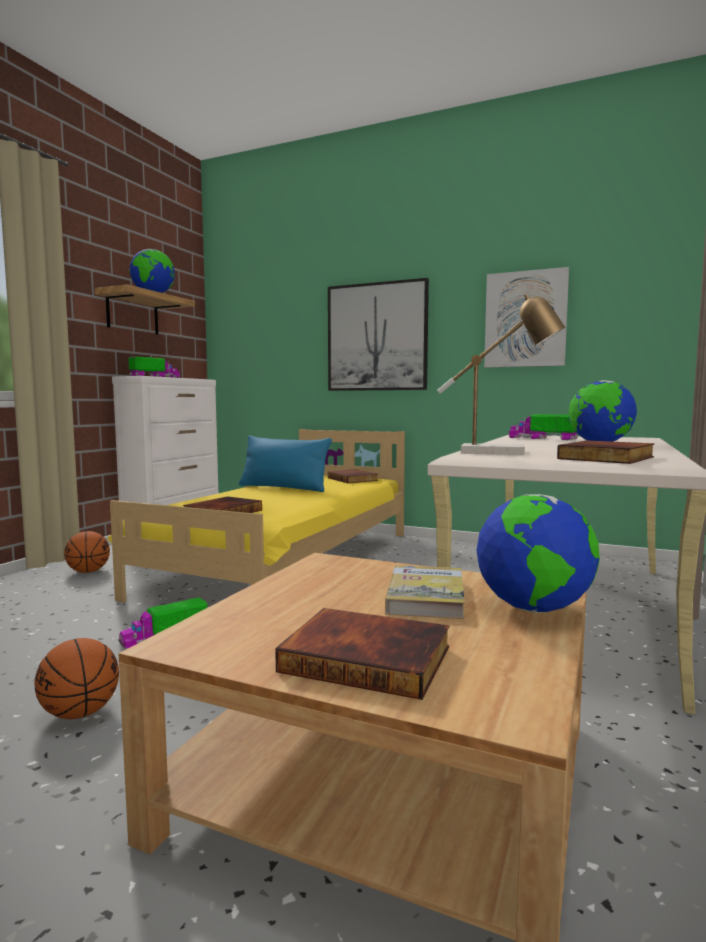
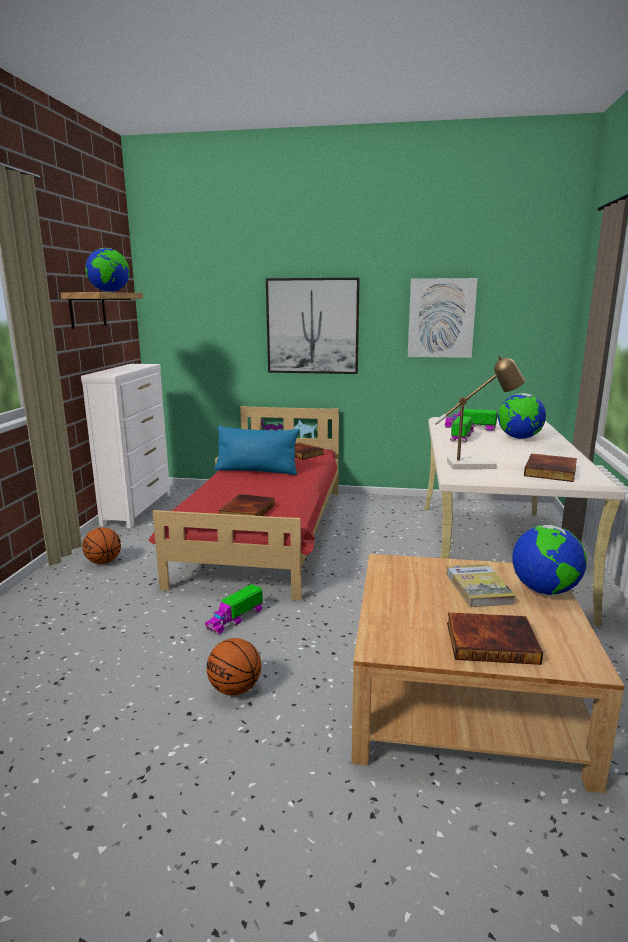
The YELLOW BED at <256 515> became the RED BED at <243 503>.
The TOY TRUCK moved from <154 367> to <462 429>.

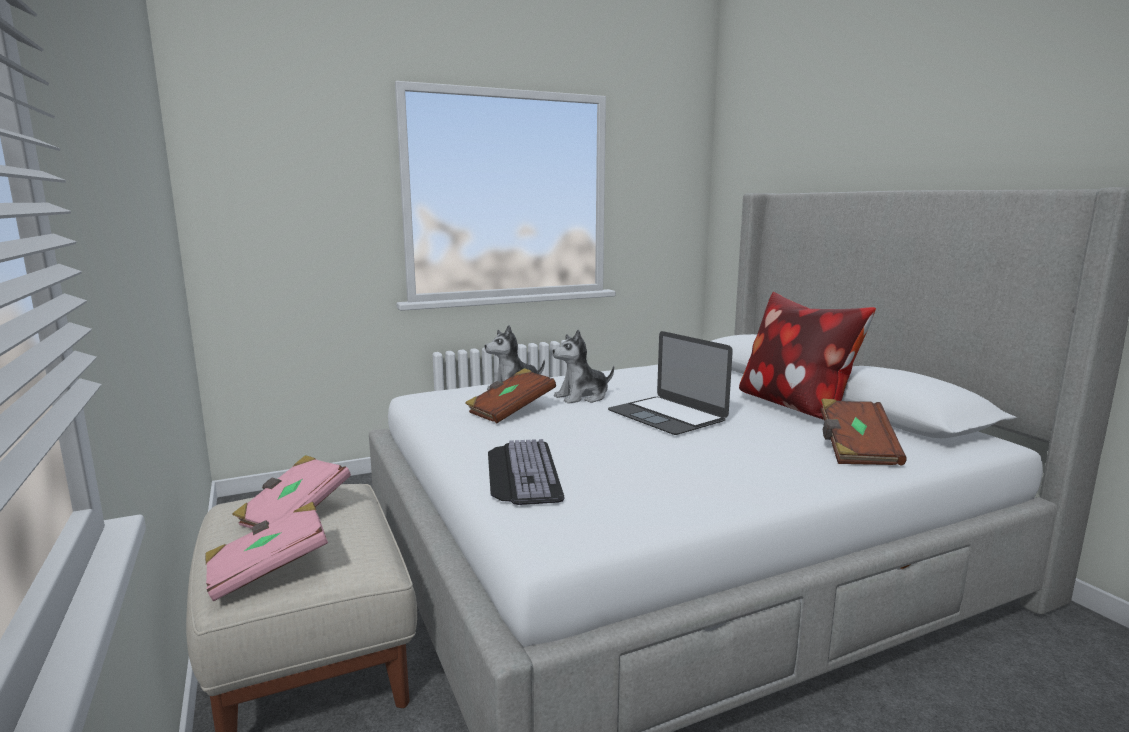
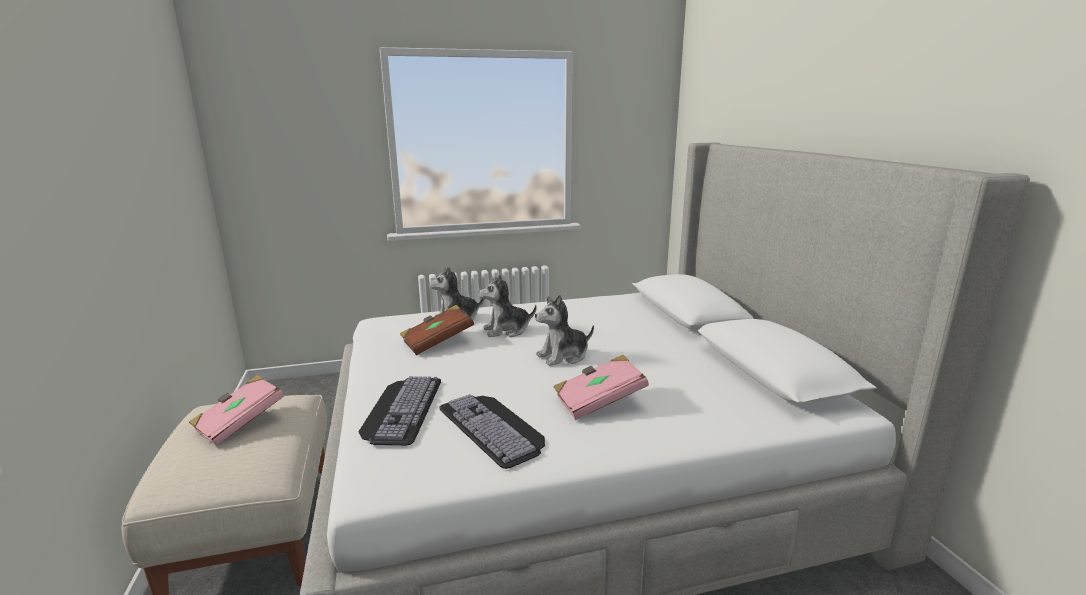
The PINK BOOK moved from <266 551> to <601 387>.
The LAPTOP at <670 383> was replaced by the PLUSH TOY at <564 330>.
The PILLOW at <807 356> disappeared.
The BROWN BOOK at <864 432> disappeared.
The KEYBOARD at <492 431> appeared.

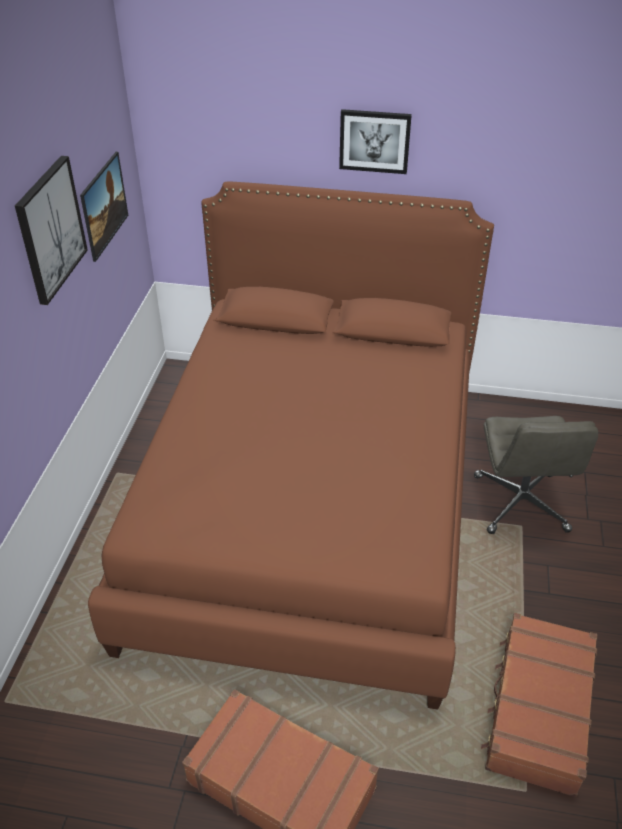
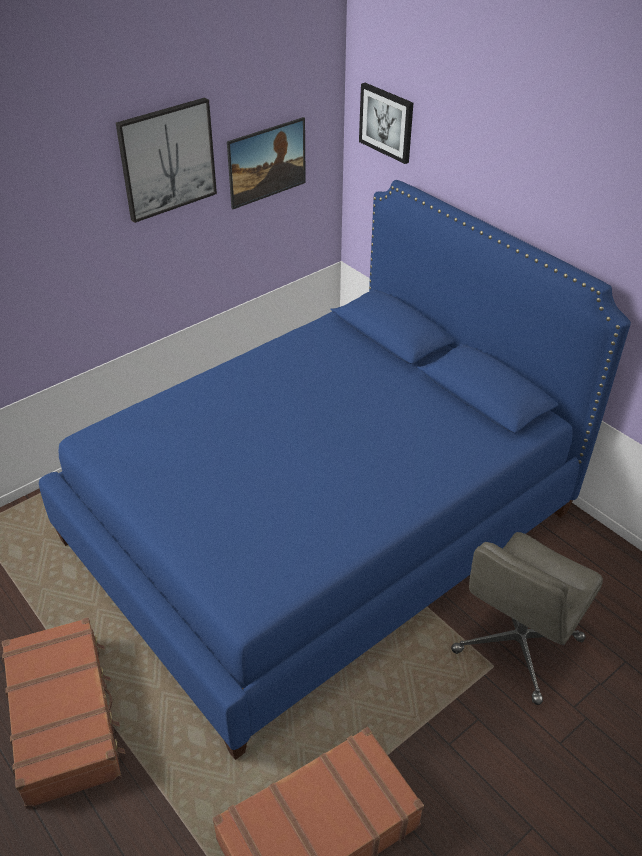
The BROWN BED at <291 446> became the BLUE BED at <335 470>.
The PICTURE moved from <375 141> to <386 123>.

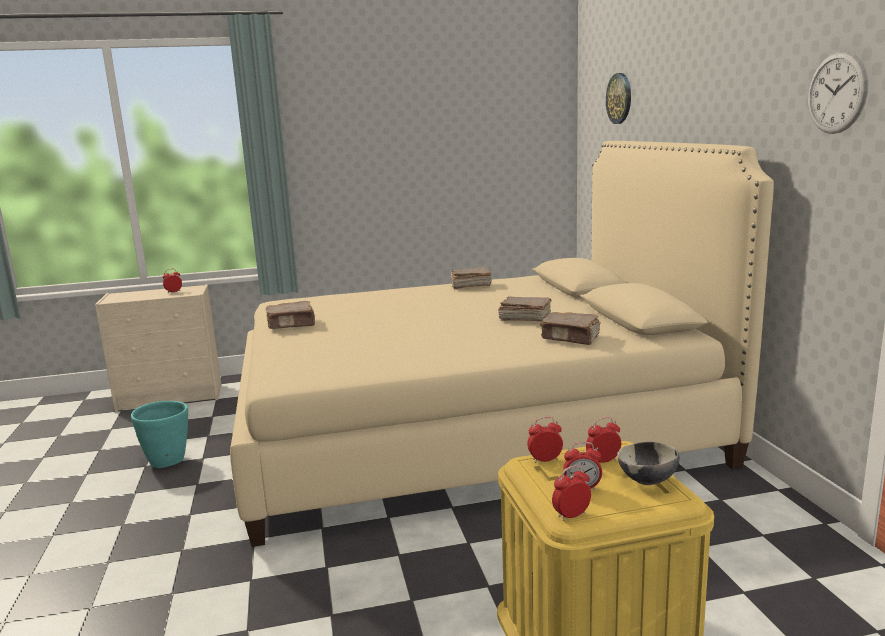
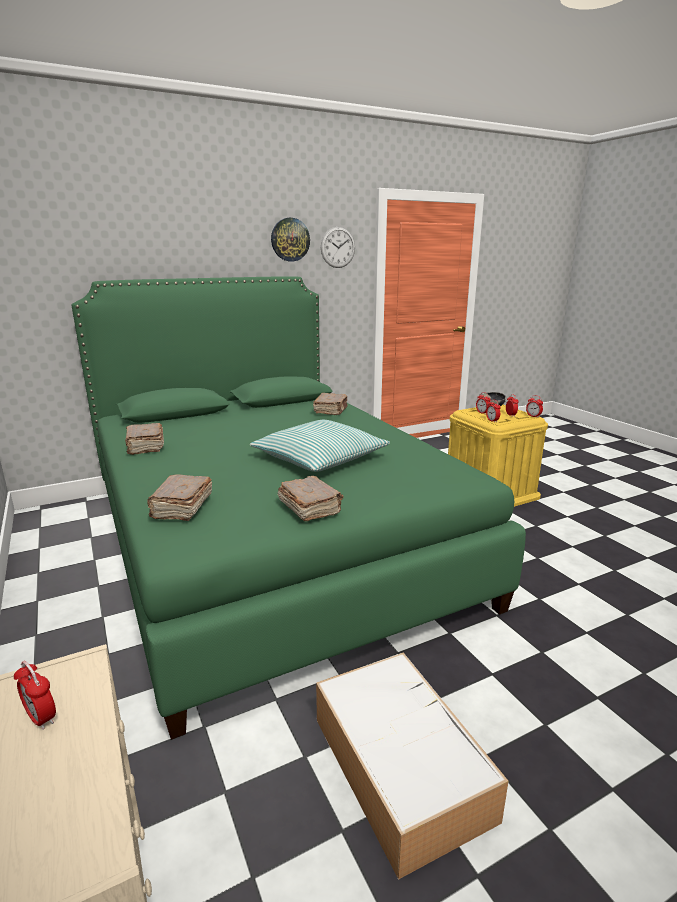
The TURQUOISE PLANTER at <159 434> was replaced by the STORAGE BOX at <412 766>.
The BEIGE BED at <502 344> became the GREEN BED at <299 508>.
The BROWN BOOK moved from <525 309> to <179 497>.
The WALL CLOCK moved from <618 98> to <290 239>.
The PILLOW at <320 446> appeared.

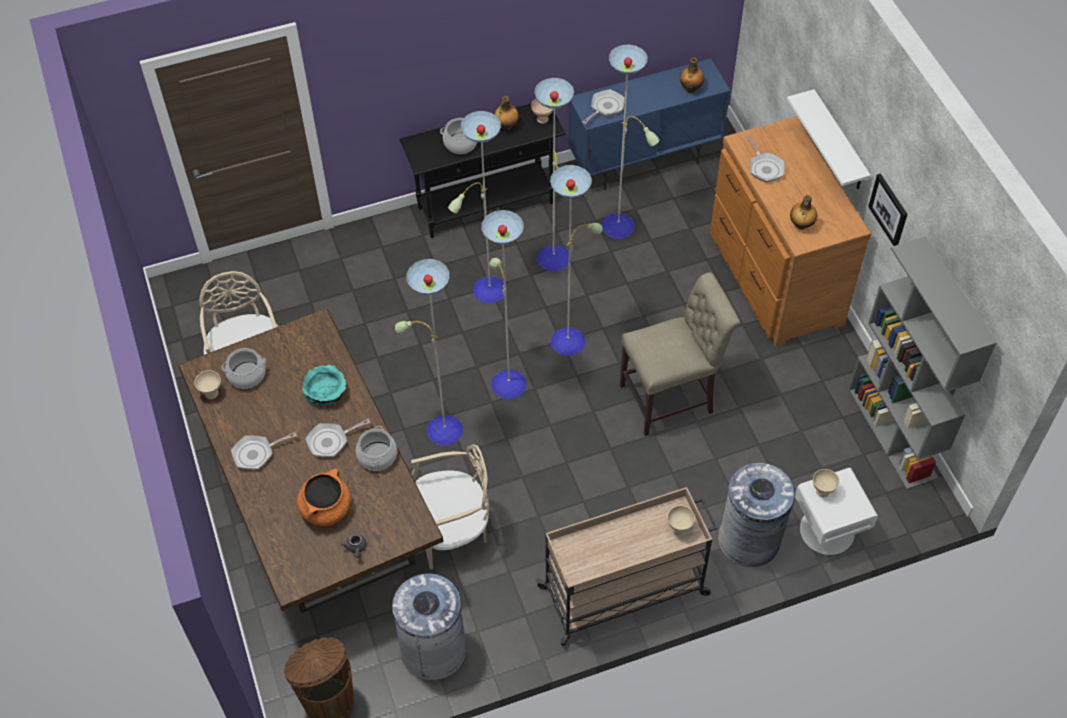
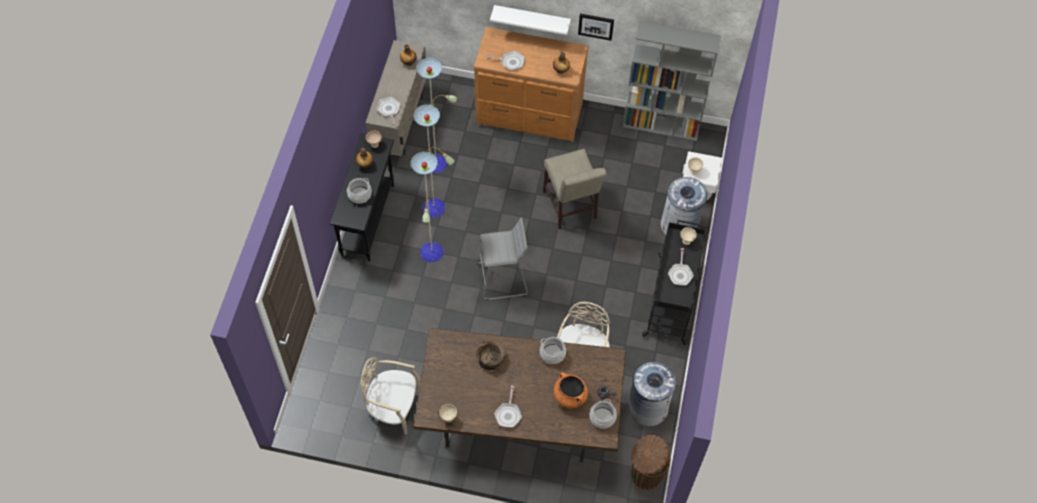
The COOKING POT moved from <243 368> to <603 414>.
The TURQUOISE BOWL at <324 385> became the BROWN BOWL at <491 355>.
The FRYING PAN moved from <337 438> to <681 266>.
The FLOOR LAMP at <499 305> was replaced by the GREY STOOL at <503 259>.
The BEIGE CART at <626 566> became the BLACK CART at <674 282>.
The BLUE CABINET at <649 124> became the BEIGE CABINET at <396 98>.
The BEIGE CHAIR at <680 354> turned 150 degrees clockwise.

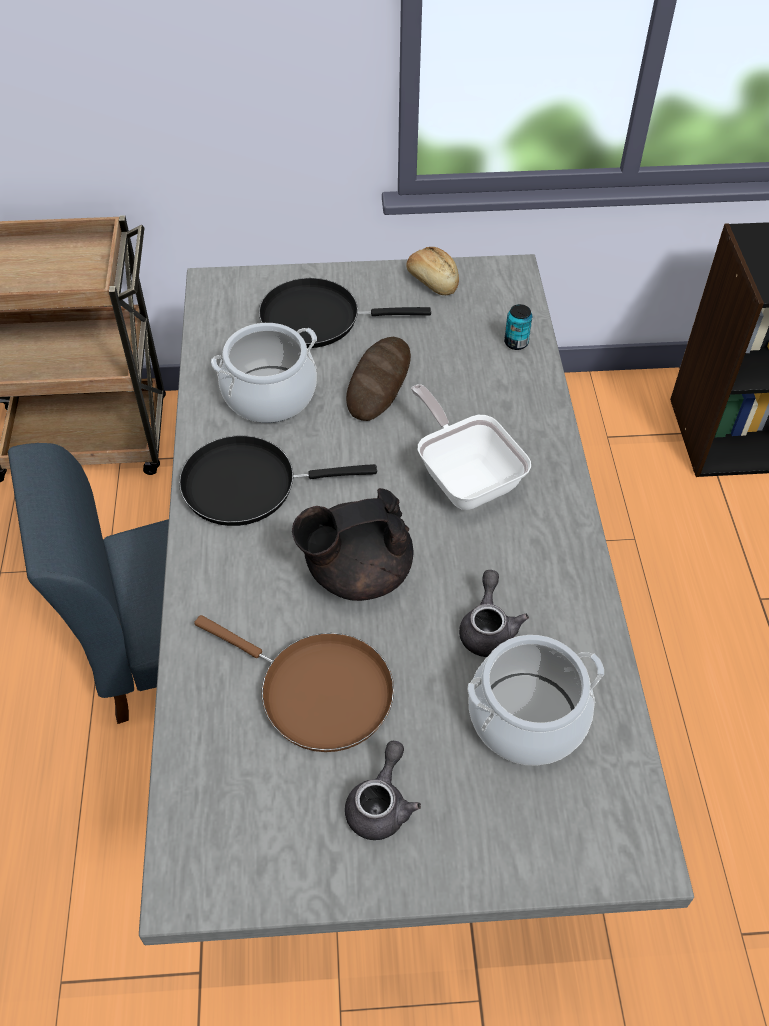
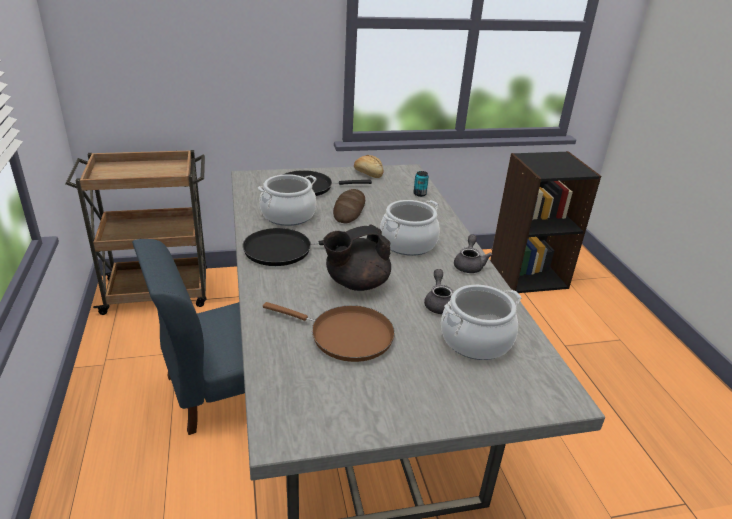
The GREY TEAPOT moved from <383 790> to <473 253>.
The FRYING PAN at <471 447> was replaced by the COOKING POT at <410 228>.

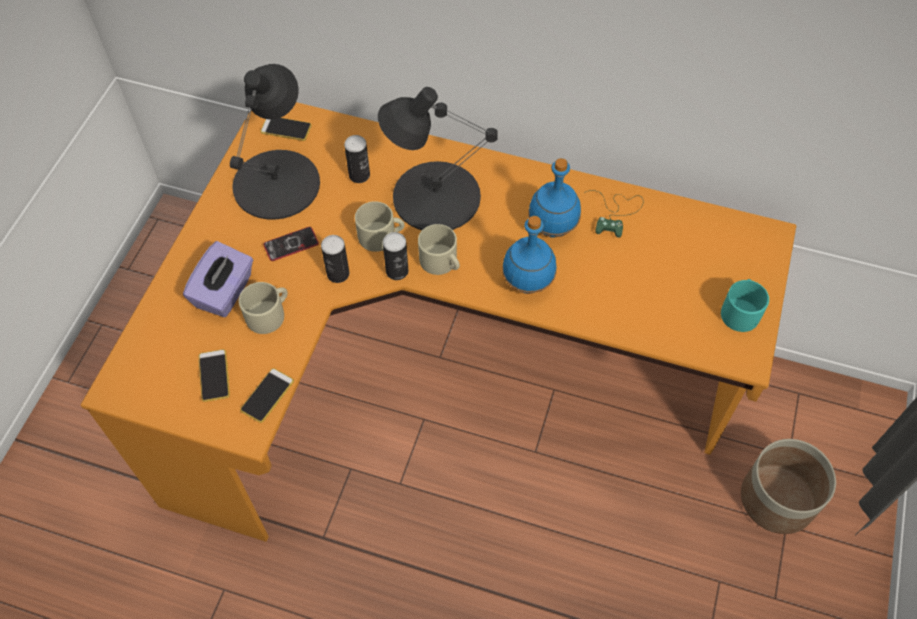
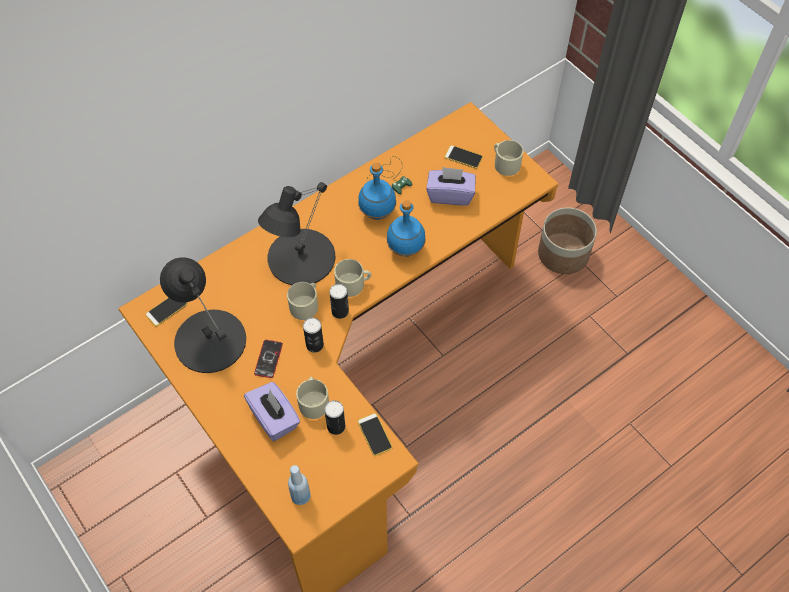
The PHONE moved from <214 375> to <463 157>.
The CAN moved from <357 159> to <334 417>.
The TURQUOISE MUG at <745 305> became the BEIGE MUG at <508 158>.
The BLUE BOTTLE at <299 485> appeared.
The PURPLE TISSUE BOX at <451 186> appeared.

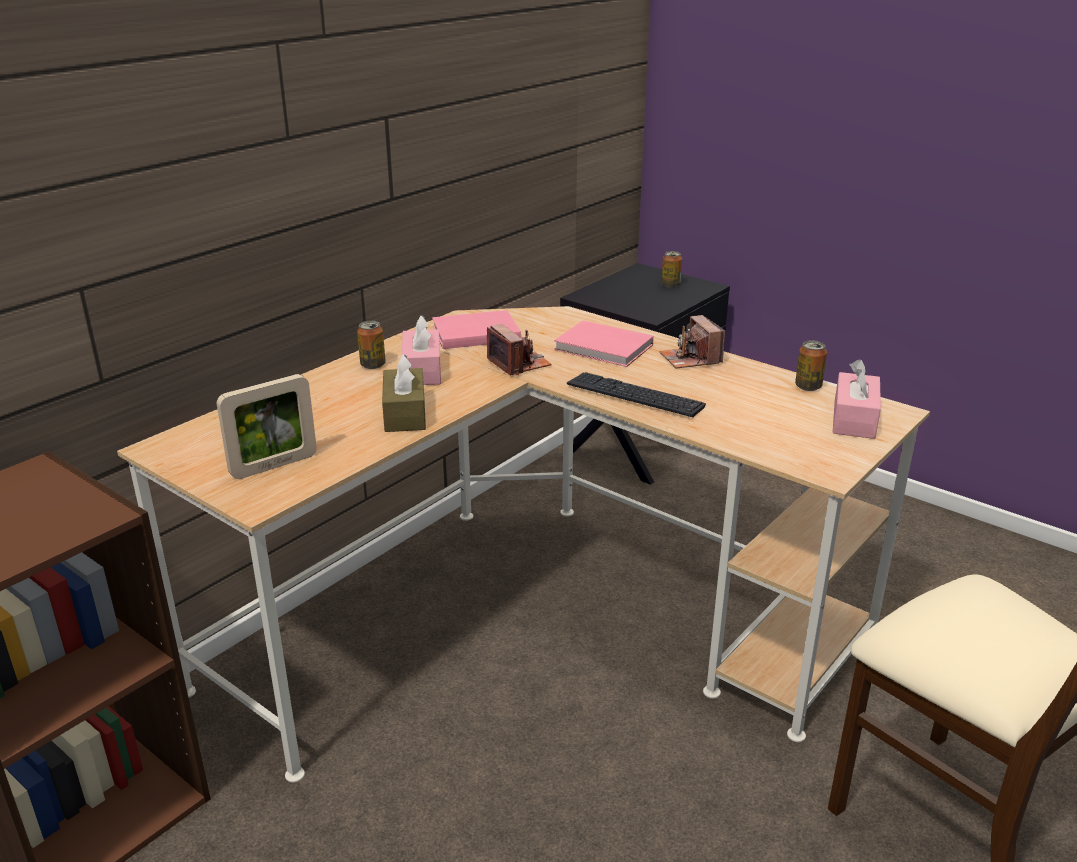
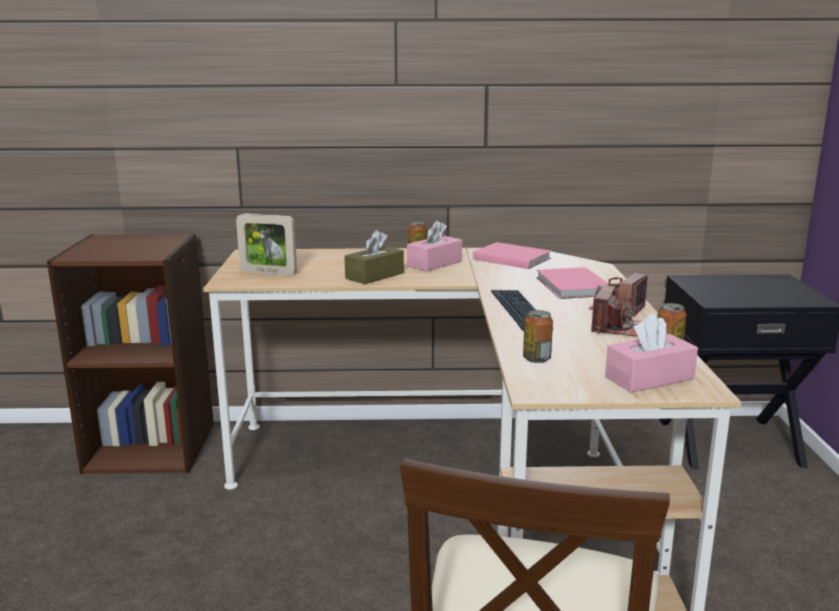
The PHOTO CAMERA moved from <519 350> to <616 311>.
The CAN moved from <671 269> to <538 336>.

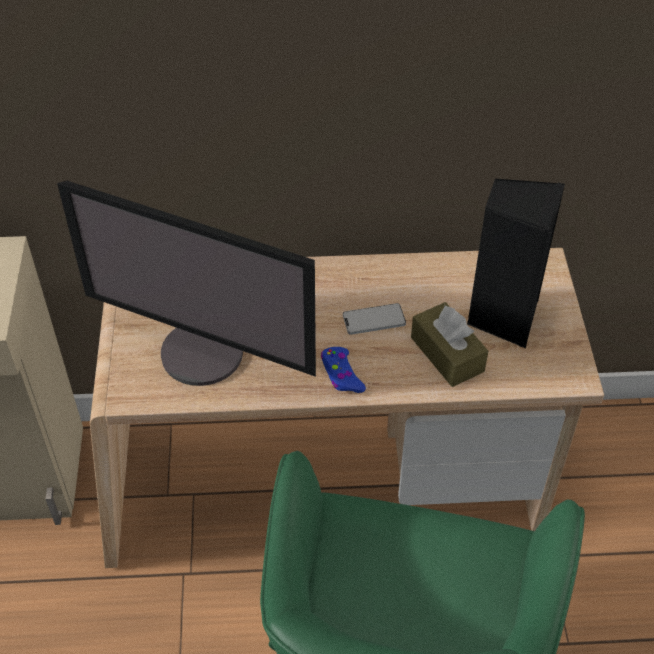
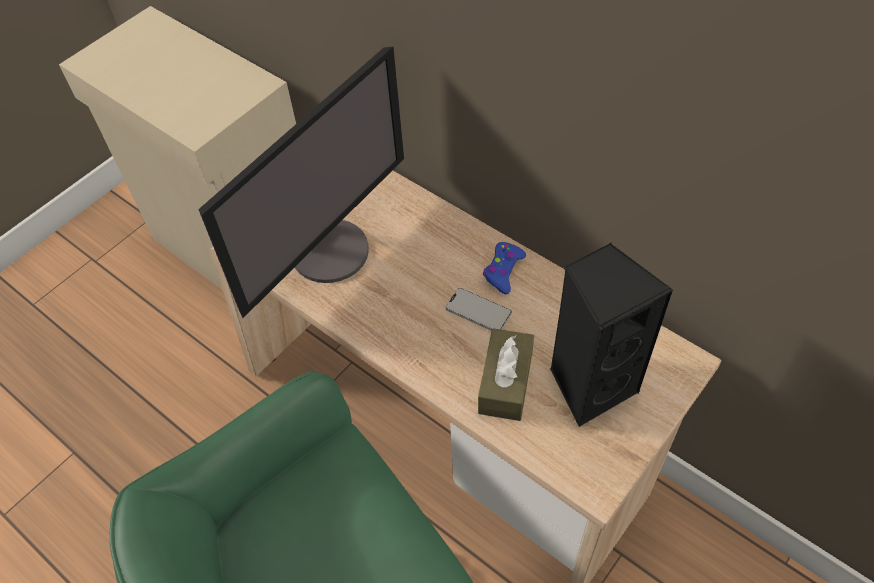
The MONITOR at <186 283> turned 120 degrees counterclockwise.
The BLUE GAME CONTROLLER moved from <343 370> to <504 268>.

